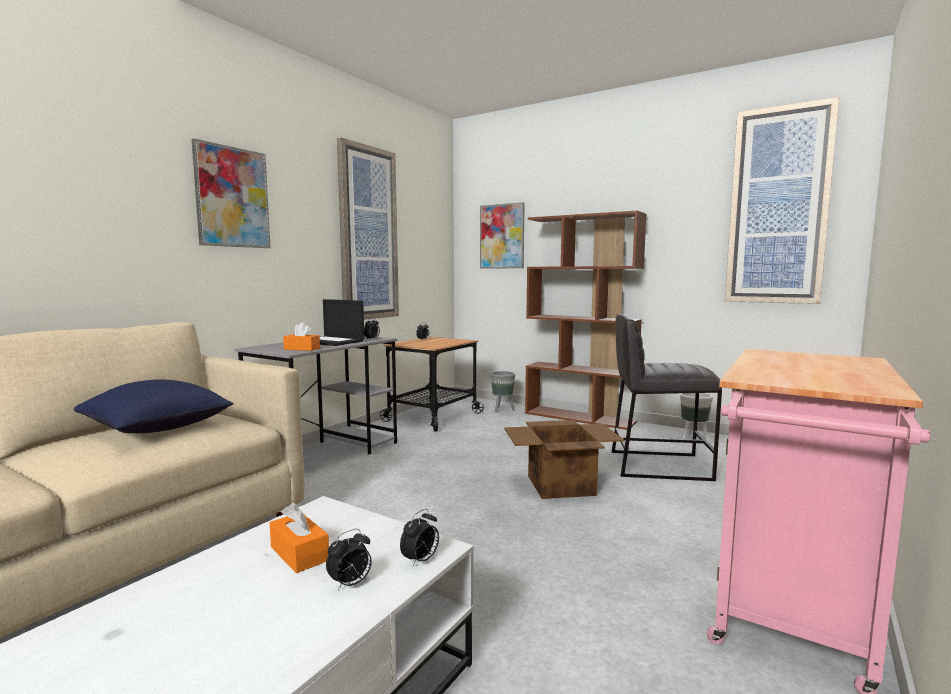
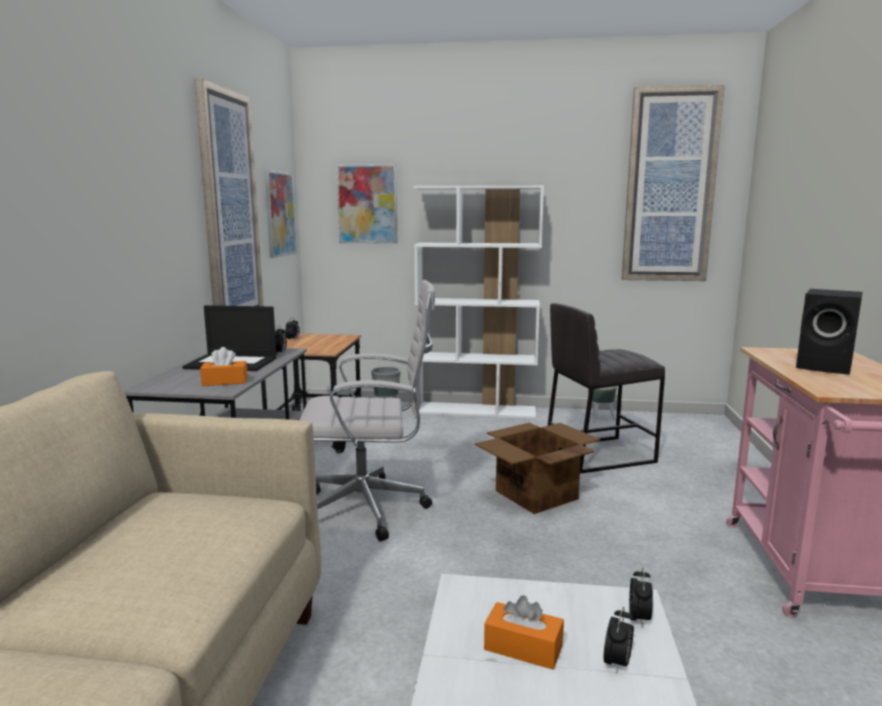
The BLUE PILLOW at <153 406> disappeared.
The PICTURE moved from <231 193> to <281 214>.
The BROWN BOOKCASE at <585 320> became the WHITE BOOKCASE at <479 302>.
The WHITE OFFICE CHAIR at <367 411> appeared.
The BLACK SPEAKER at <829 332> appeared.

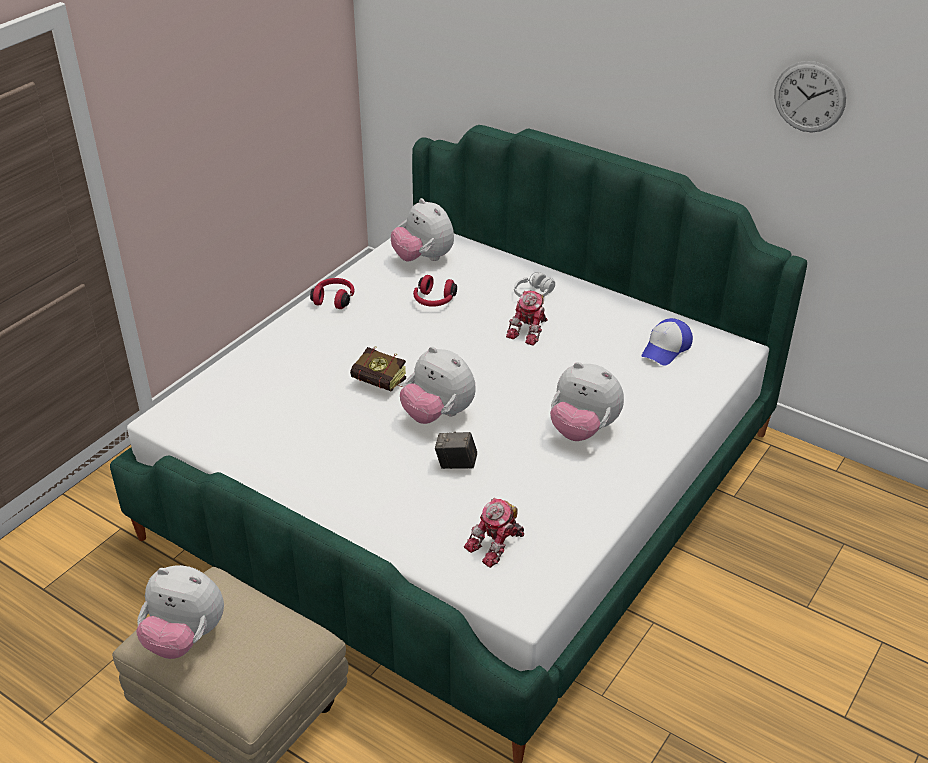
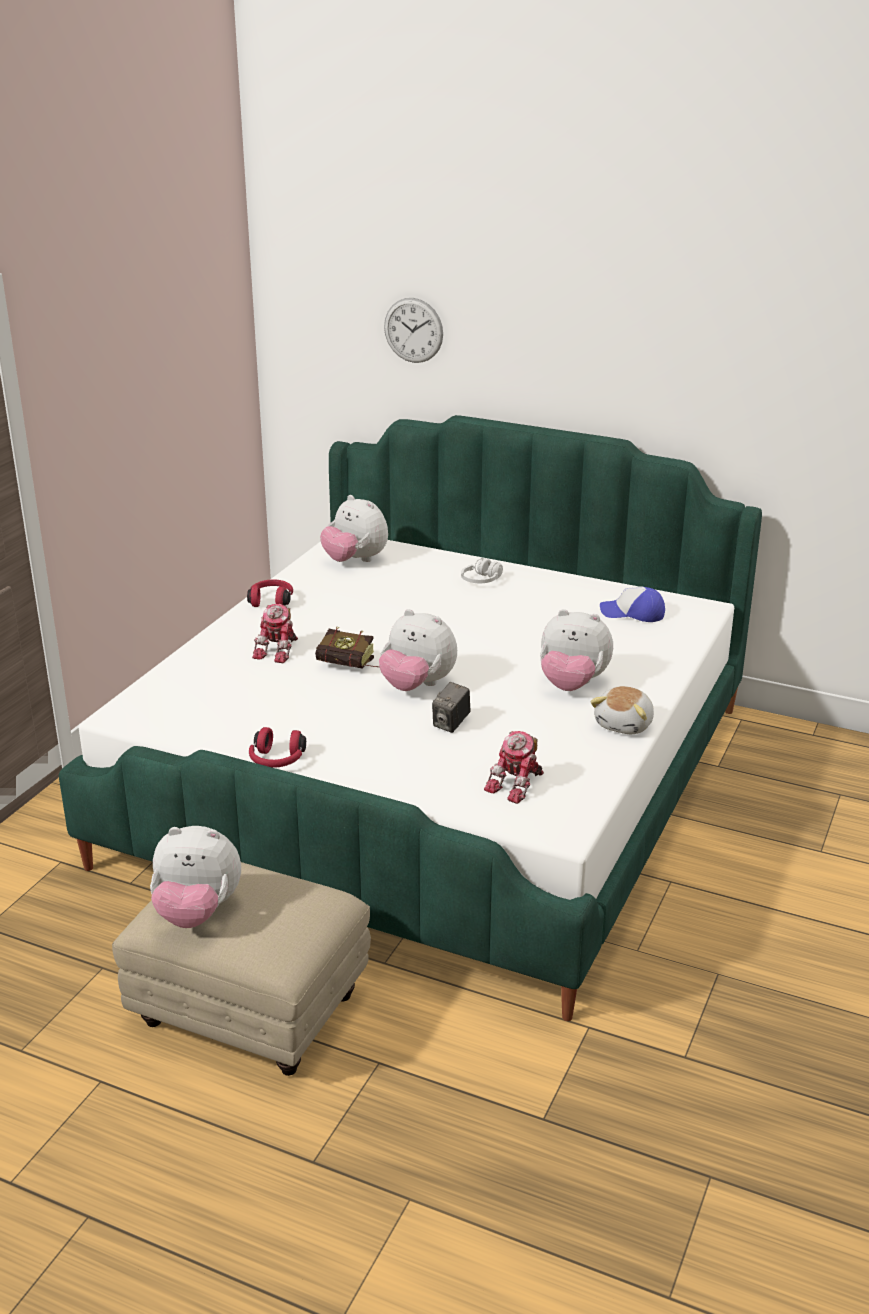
The RED HEADPHONES moved from <435 291> to <277 747>.
The PHOTO CAMERA at <456 450> turned 60 degrees counterclockwise.
The TOY ROBOT moved from <526 318> to <275 633>.
The CAP at <667 341> turned 75 degrees clockwise.
The WALL CLOCK moved from <810 96> to <413 330>.
The PLUSH TOY at <622 710> appeared.

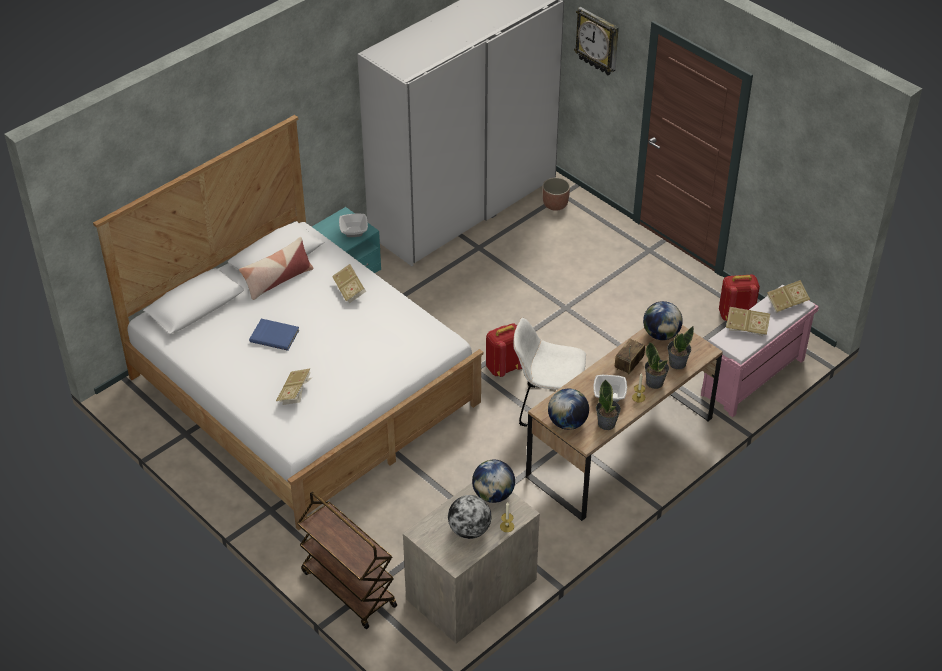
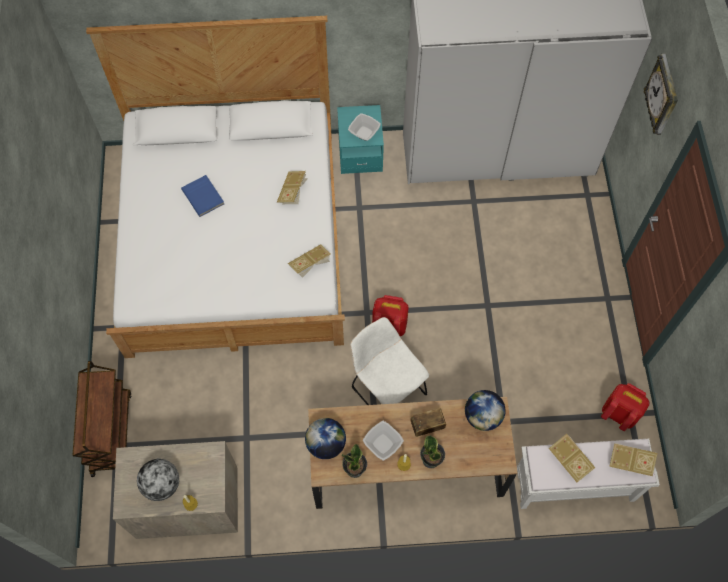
The PILLOW at <276 268> disappeared.
The BOOK moved from <294 386> to <309 261>.
The GLOBE at <493 481> disappeared.
The PLANTER at <556 194> disappeared.
The POTTED PLANT at <681 347> disappeared.
The PINK BENCH at <760 351> became the WHITE BENCH at <588 474>.

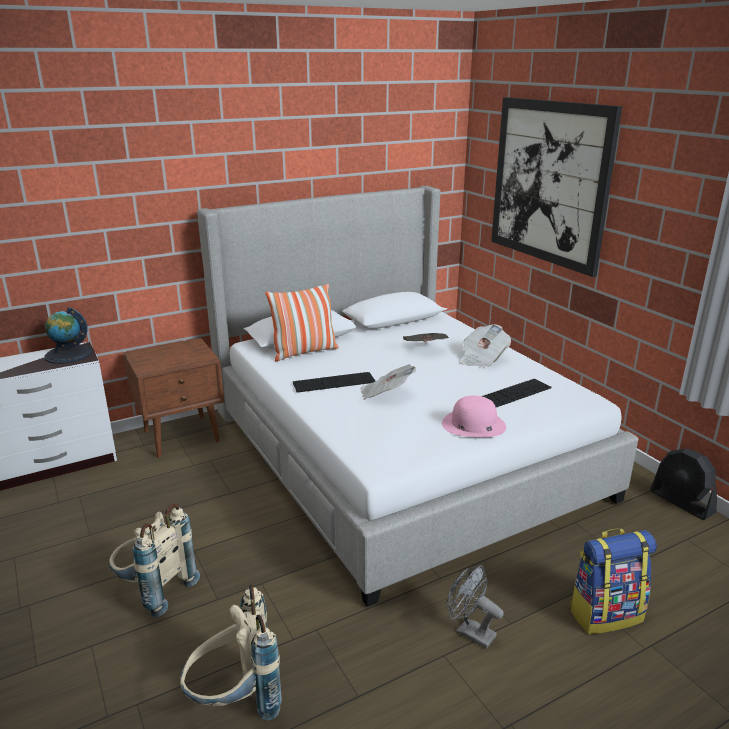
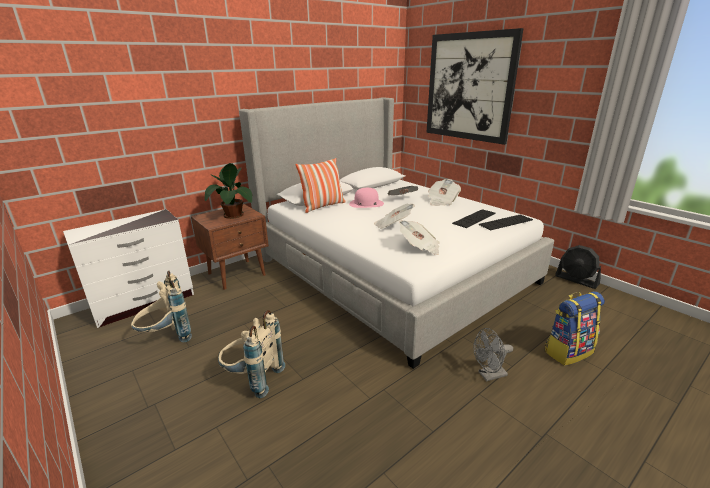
The GLOBE at <68 335> disappeared.
The BEIGE BACKPACK moved from <231 653> to <161 306>.
The KEYBOARD moved from <334 382> to <506 222>.
The PINK HAT moved from <474 416> to <366 198>.
The GREY FAN at <475 607> turned 45 degrees counterclockwise.
The POTTED PLANT at <228 191> appeared.
The NEWSPAPER at <419 237> appeared.

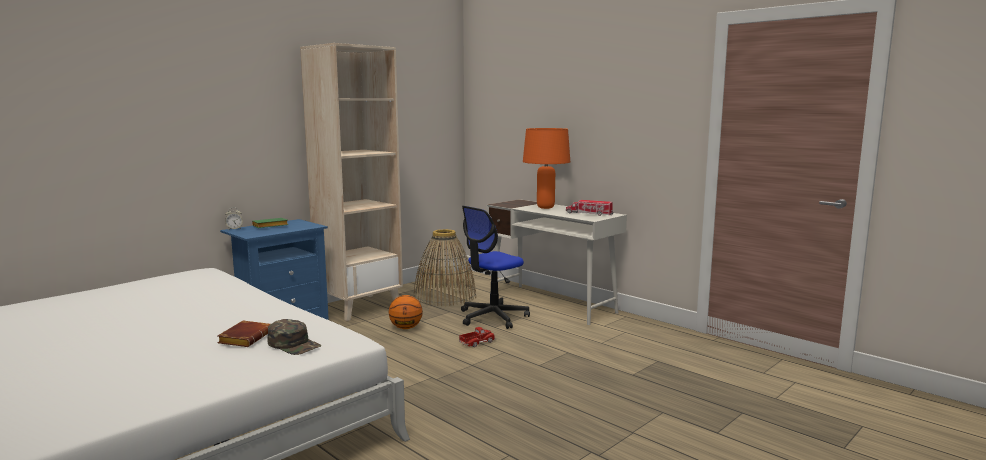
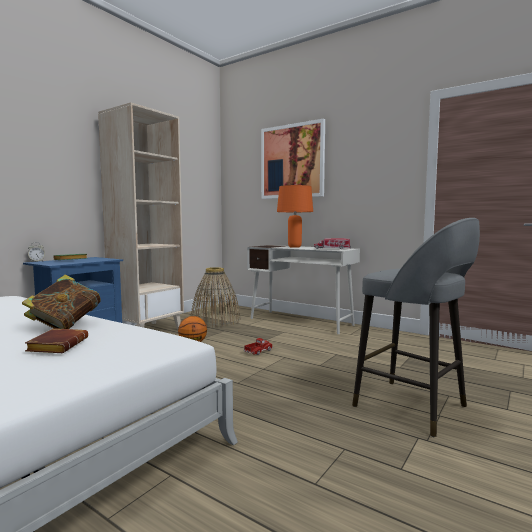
The GREEN CAP at <294 337> disappeared.
The OFFICE CHAIR at <495 267> disappeared.
The BOOK at <61 302> appeared.
The PICTURE at <293 159> appeared.
The GREY STOOL at <416 327> appeared.

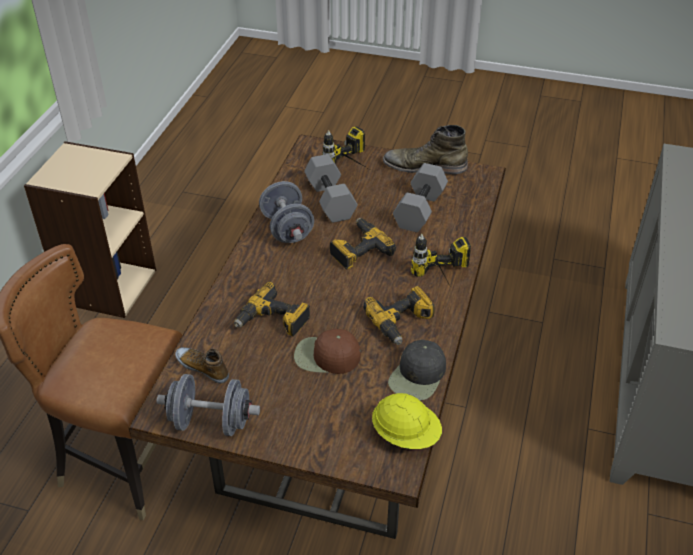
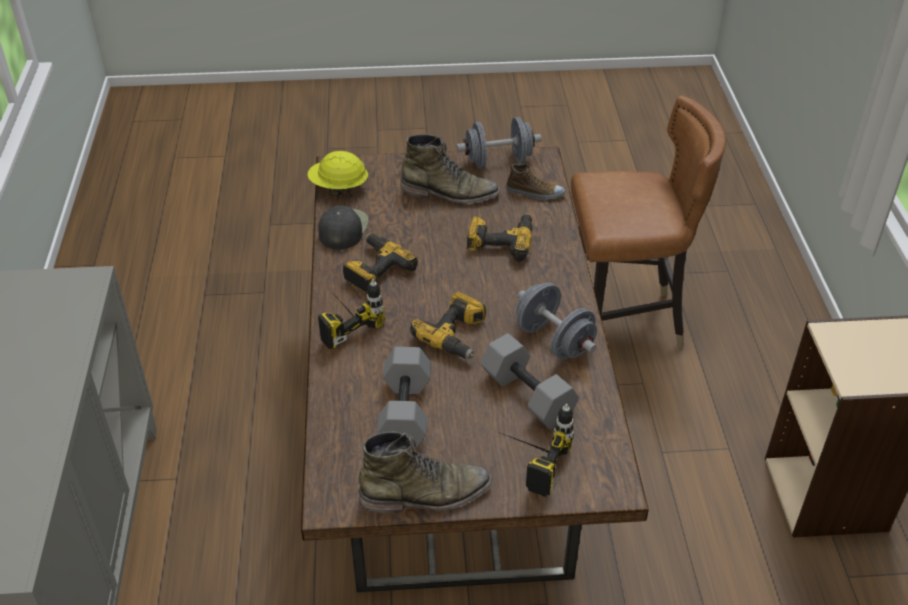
The BROWN CAP at <327 351> disappeared.
The GREEN BOOT at <450 169> appeared.

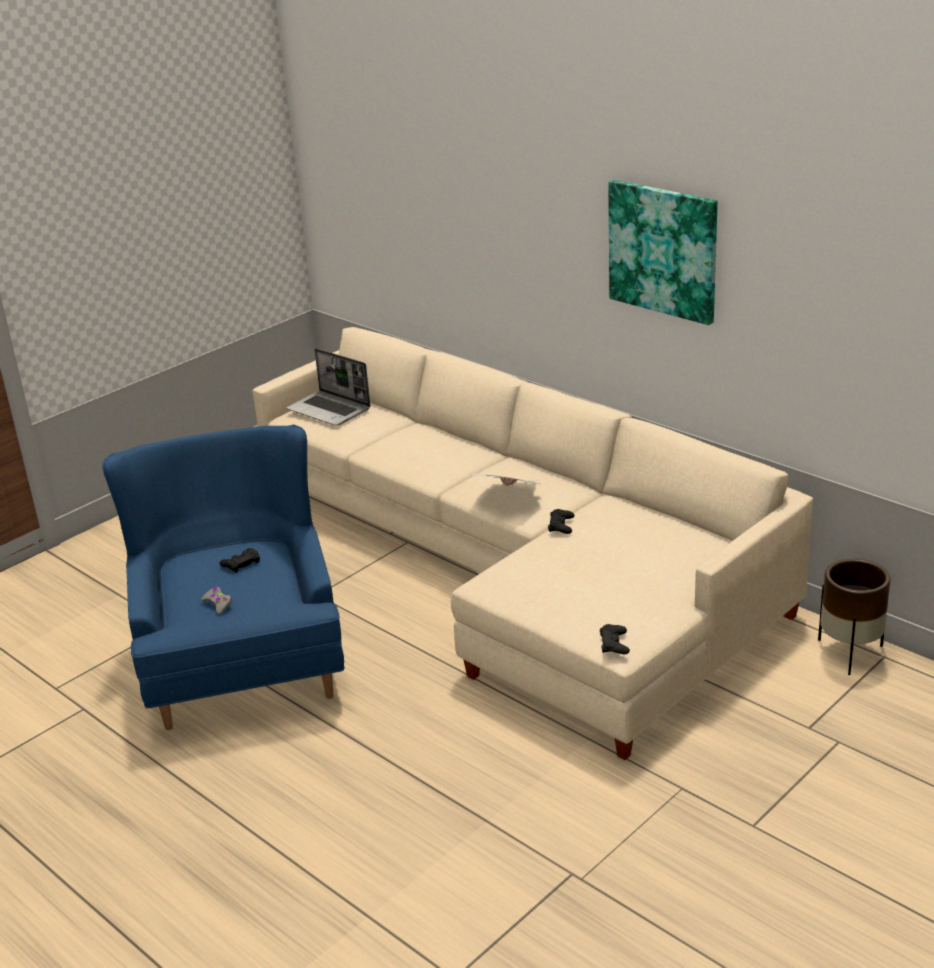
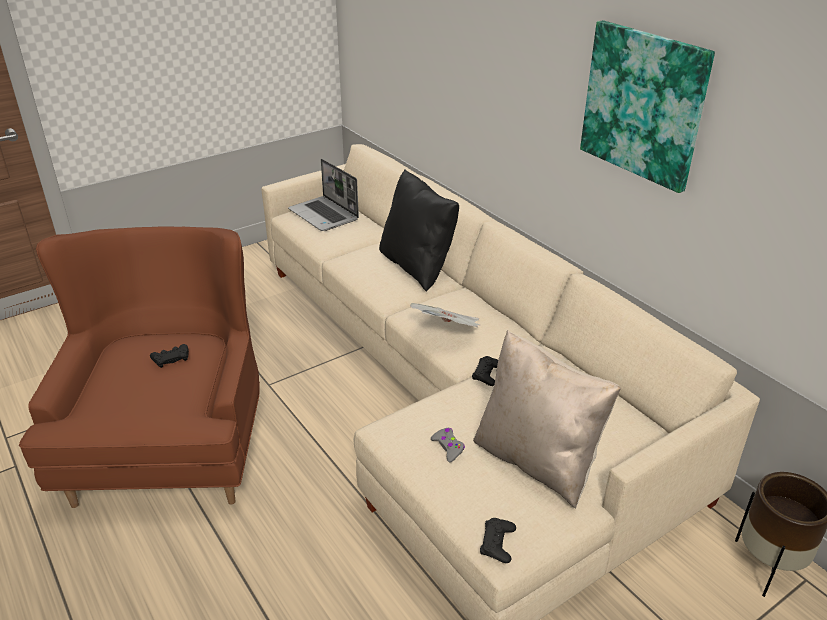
The BLUE ARMCHAIR at <223 577> became the BROWN ARMCHAIR at <139 367>.
The GREY GAME CONTROLLER moved from <216 600> to <448 445>.
The BLACK PILLOW at <419 230> appeared.
The BEIGE PILLOW at <547 419> appeared.

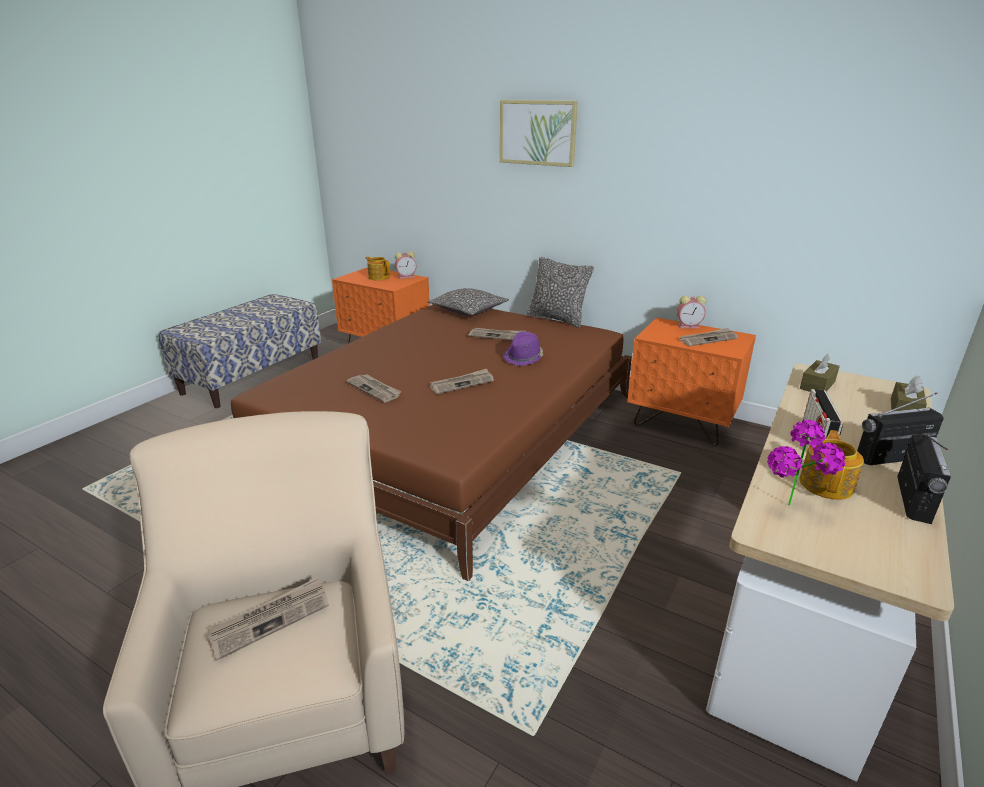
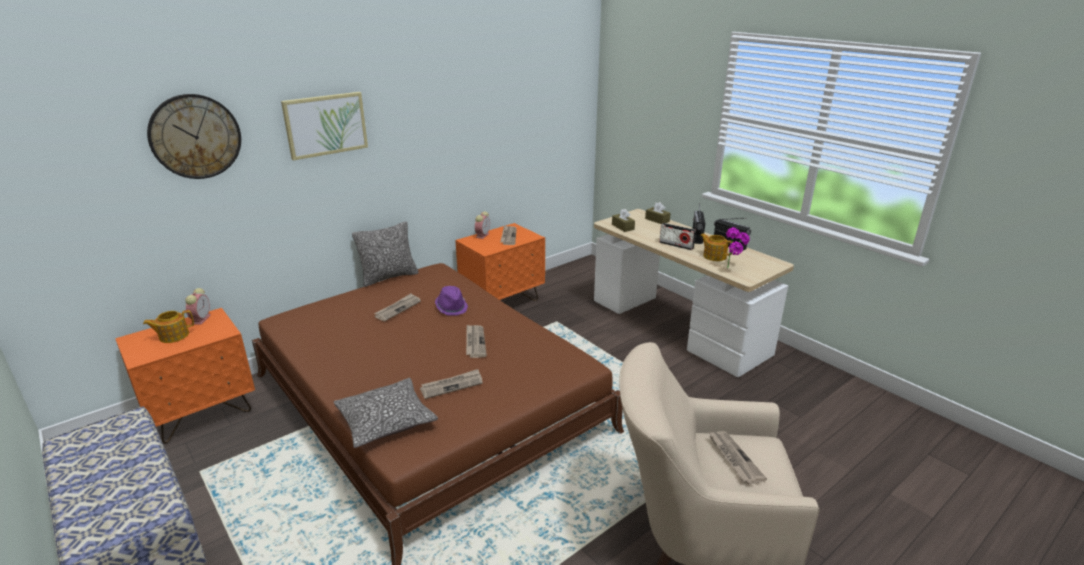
The PILLOW moved from <468 302> to <386 413>.
The WALL CLOCK at <194 136> appeared.

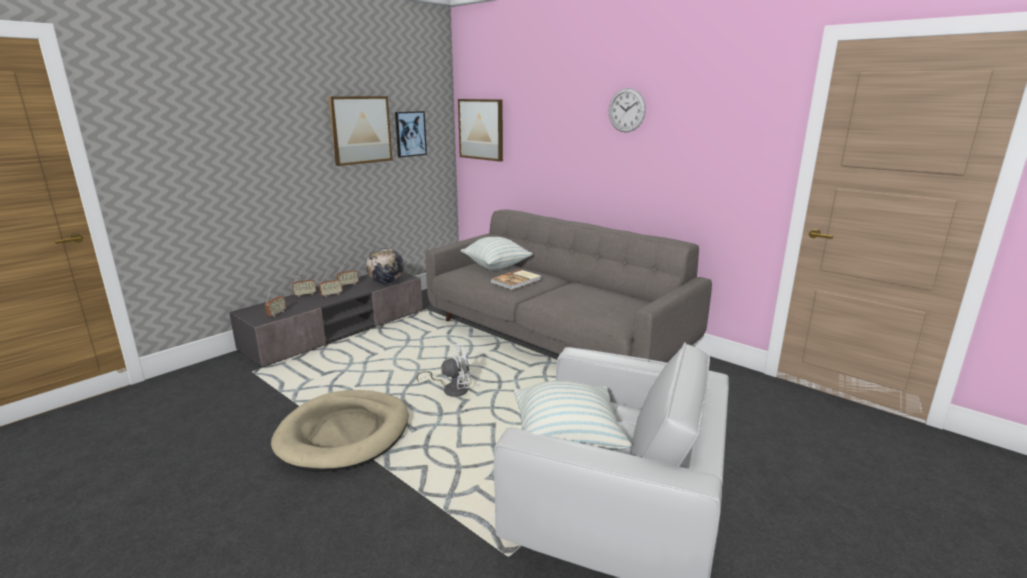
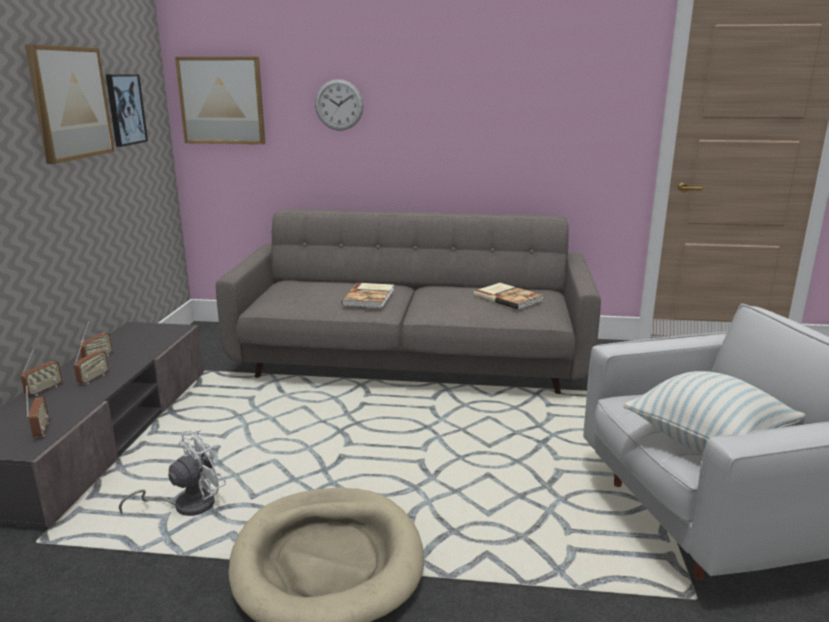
The GLOBE at <385 265> disappeared.
The WHITE FAN moved from <443 370> to <172 473>.
The PILLOW at <497 253> disappeared.
The WALL CLOCK moved from <627 110> to <339 105>.
The BOOK at <509 296> appeared.

